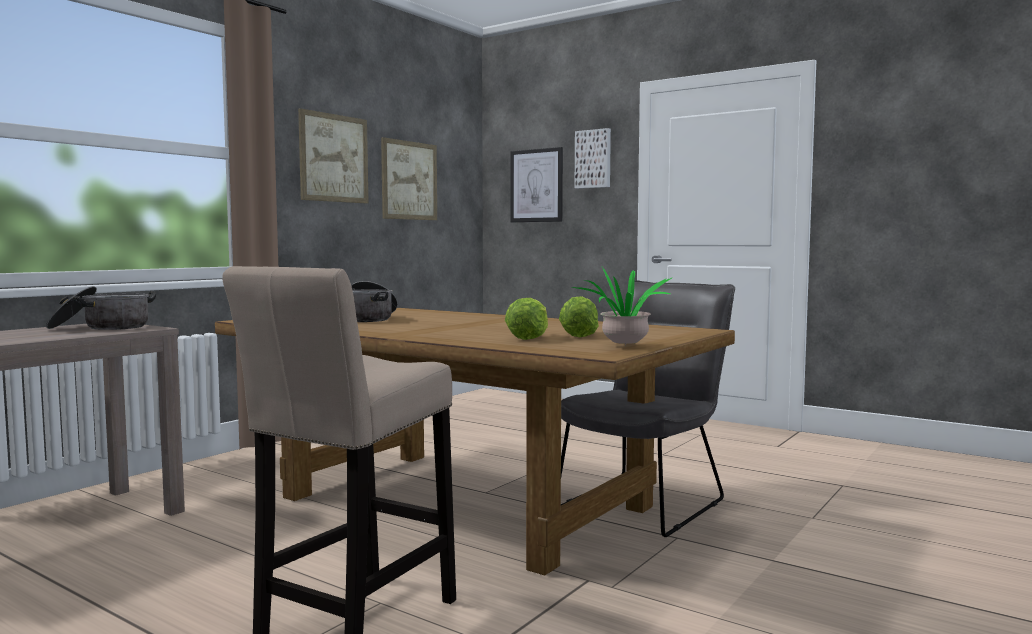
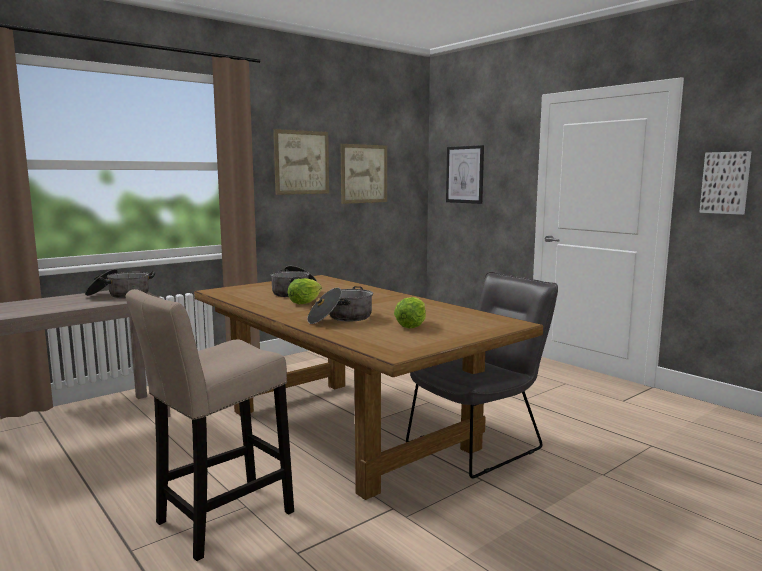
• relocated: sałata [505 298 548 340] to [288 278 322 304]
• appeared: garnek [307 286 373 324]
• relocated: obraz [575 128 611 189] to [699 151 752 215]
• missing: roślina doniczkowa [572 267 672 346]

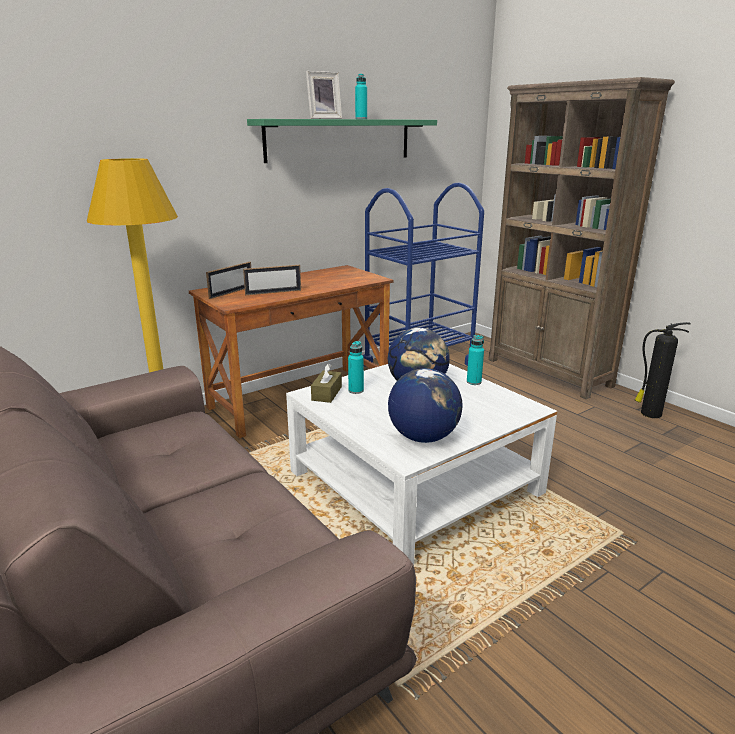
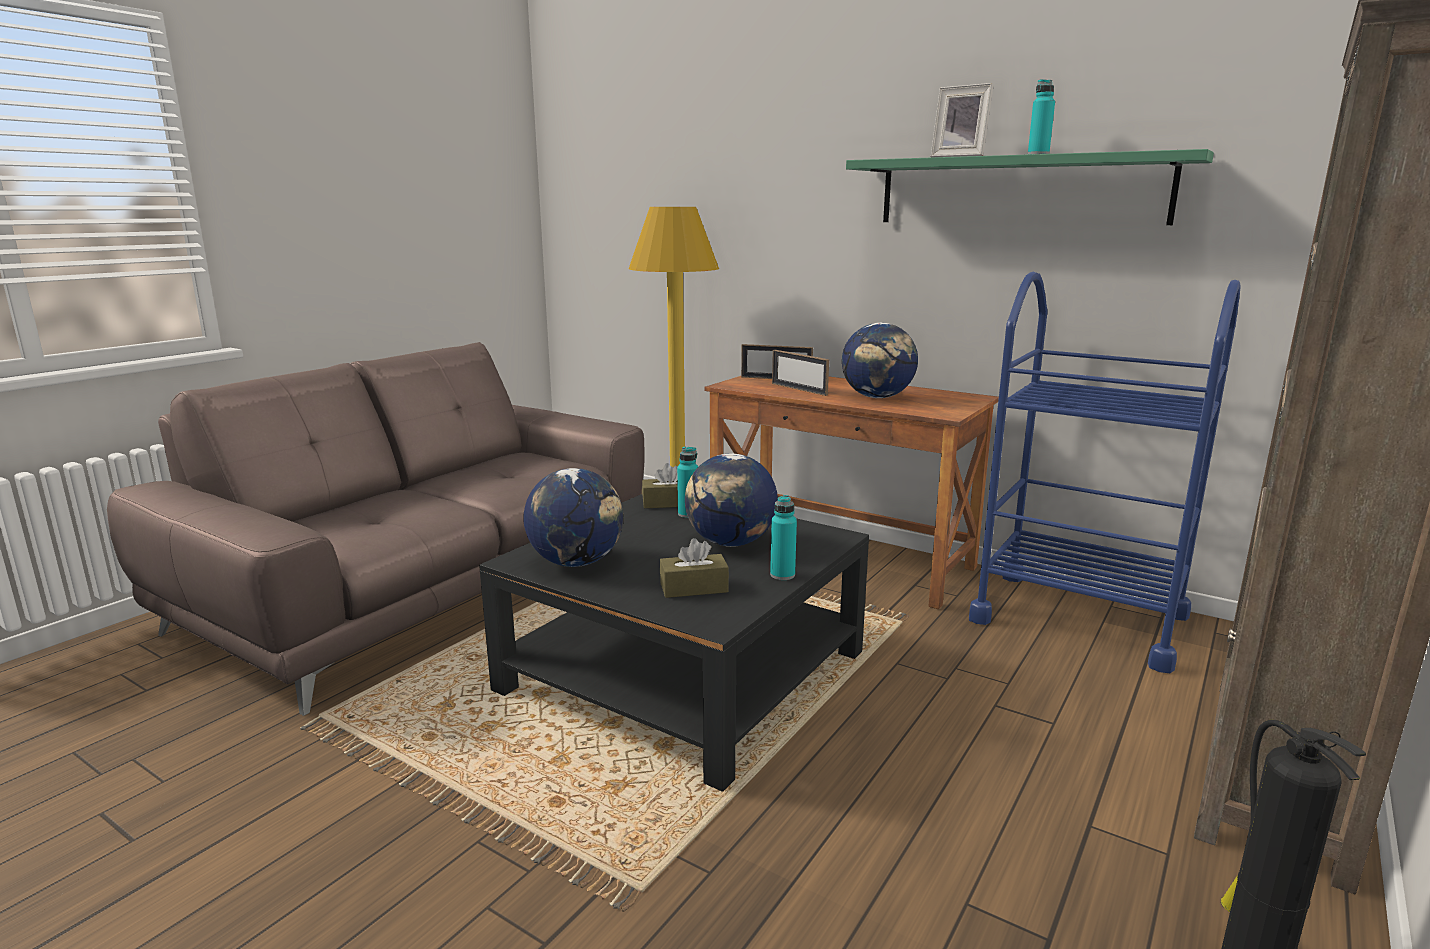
• colour: ława [biały] [286 364 557 565] to ława [czarny] [479 494 869 792]
• appeared: pudełko chusteczek [brązowy] [660 538 729 598]
• appeared: globus [842 323 918 398]

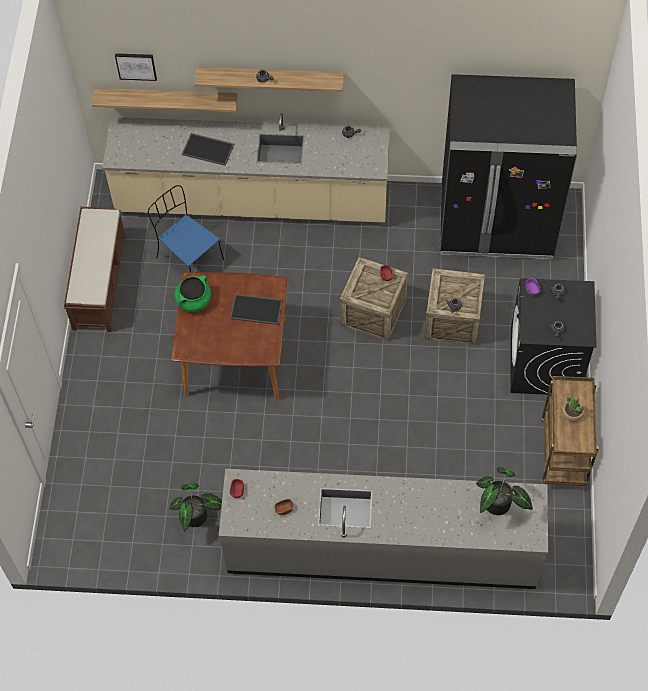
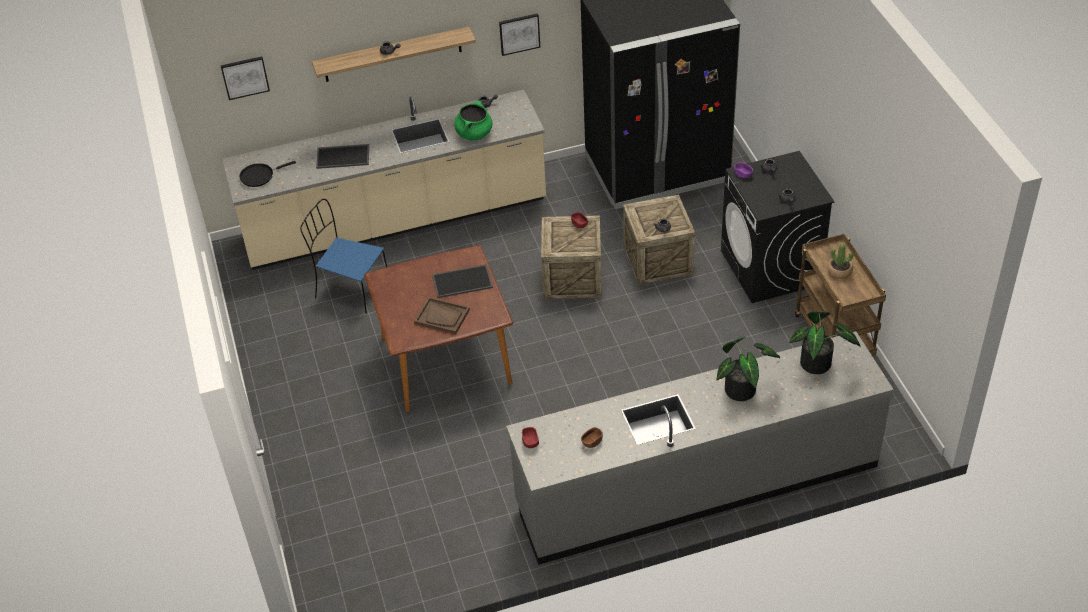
• appeared: patelnia [czarny] [239 161 296 187]
• appeared: taca [brązowy] [414 297 470 334]
• relocated: garnek [zielony] [175 275 211 312] to [454 101 492 140]
• appeared: obraz [499 13 540 56]
• relocated: roślina doniczkowa [169 484 222 531] to [716 337 780 401]
• missing: ławka [brązowy] [64 207 126 332]
• missing: półka [92 88 238 112]

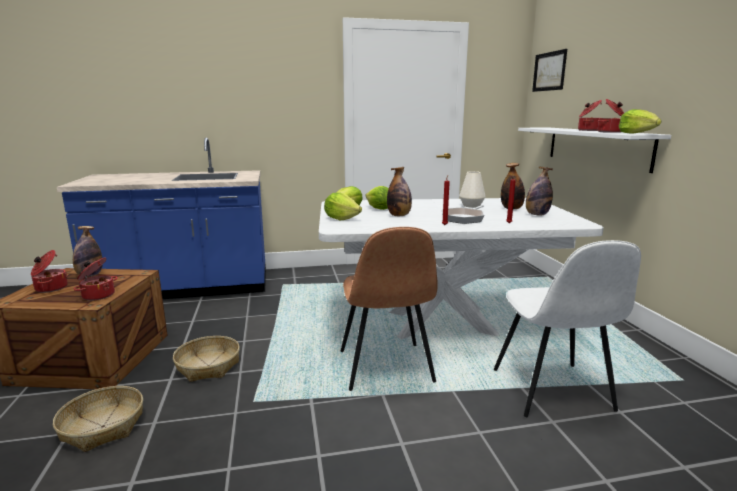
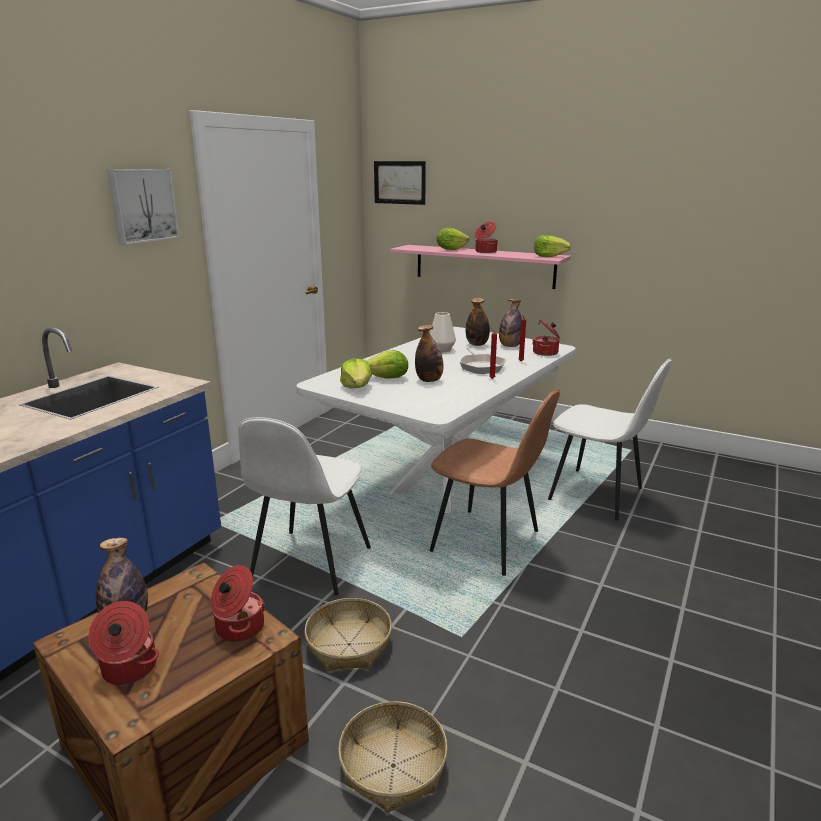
• appeared: obraz [108 169 179 244]
• appeared: krzesło [biały] [238 417 371 596]
• colour: półka [biały] [518 127 671 173] to półka [różowy] [390 245 571 289]
• relocated: sałata [324 192 362 220] to [437 228 469 250]
• relocated: garnek [597 99 624 133] to [532 319 560 356]

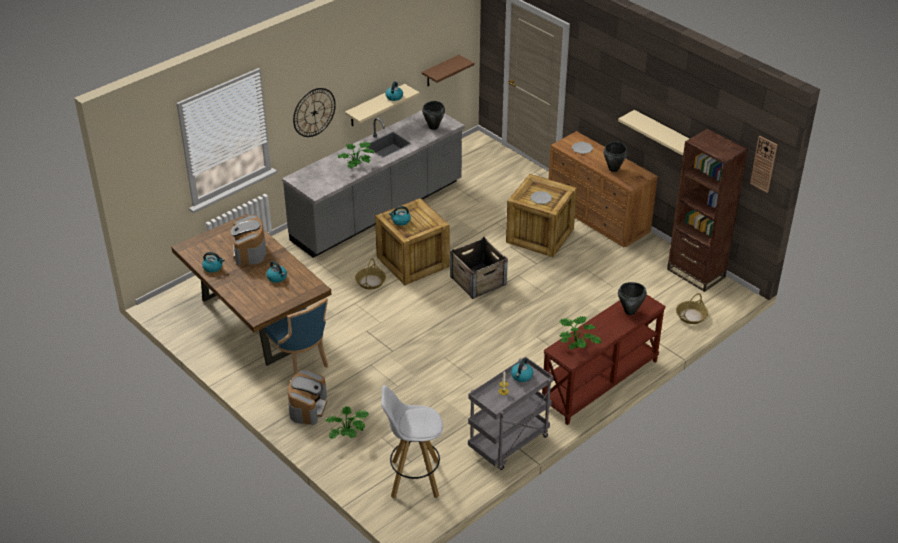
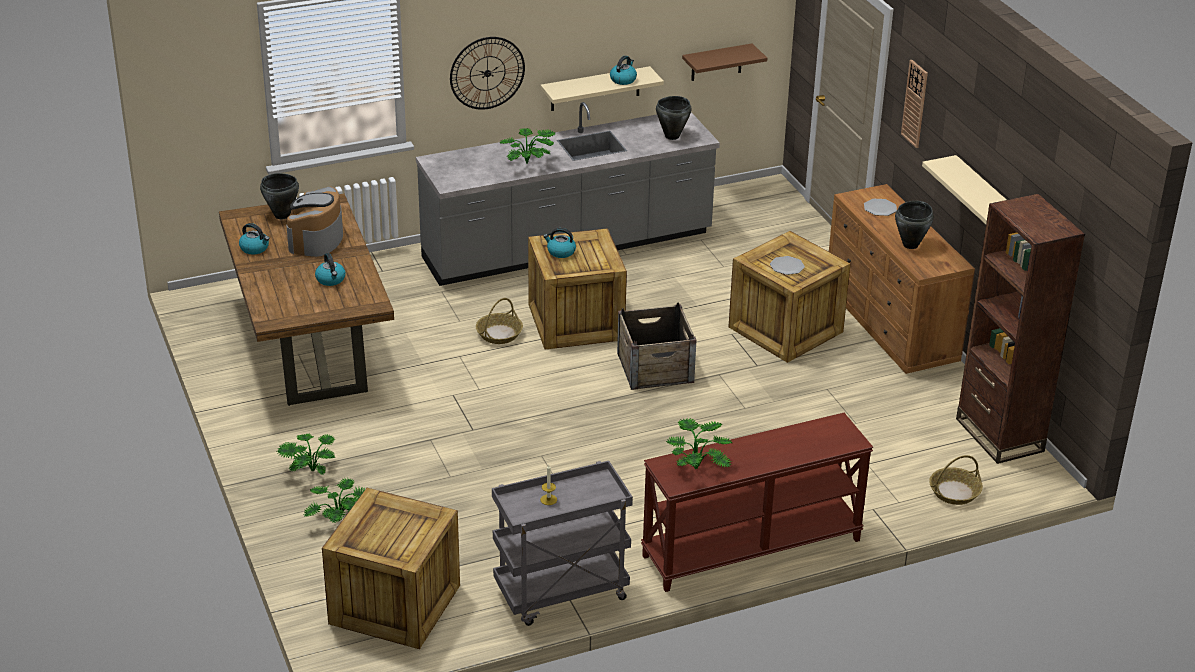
• relocated: garnek [czarny] [618 282 647 315] to [260 173 299 219]
• exchanged: ekspres do kawy [288 369 327 425] to roślina doniczkowa [277 433 335 475]
• exchanged: stołek [biały] [381 385 443 498] to skrzynka [322 488 460 649]
• relocated: zegar ścienny [750 136 778 193] to [901 60 928 148]
• missing: krzesło [niebieski] [263 298 328 375]
• missing: czajnik [511 358 533 382]

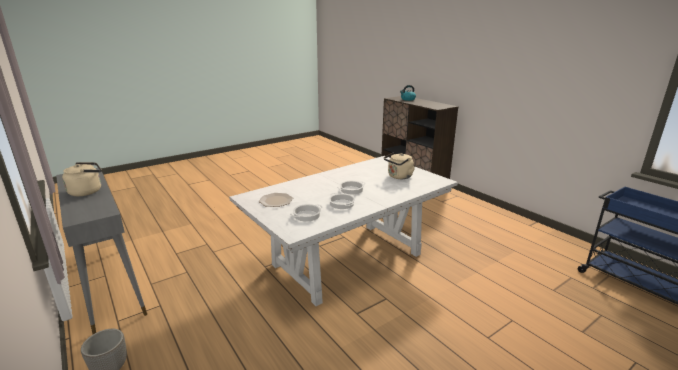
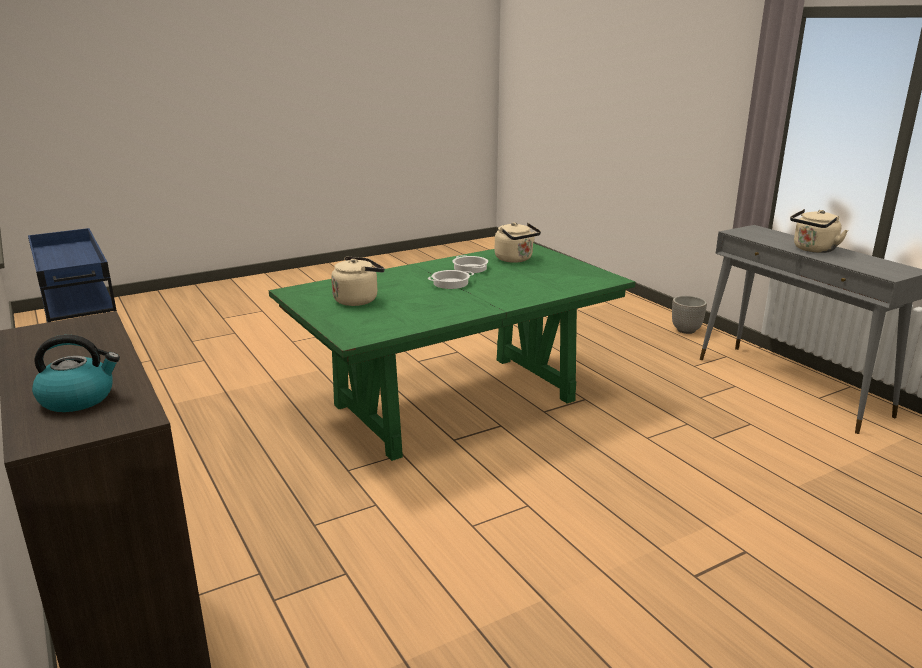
• colour: stół jadalny [biały] [229 156 458 306] to stół jadalny [zielony] [269 243 635 461]
• exchanged: garnek [290 204 322 222] to czajnik [beżowy] [495 222 541 263]
• missing: talerz [259 193 293 207]

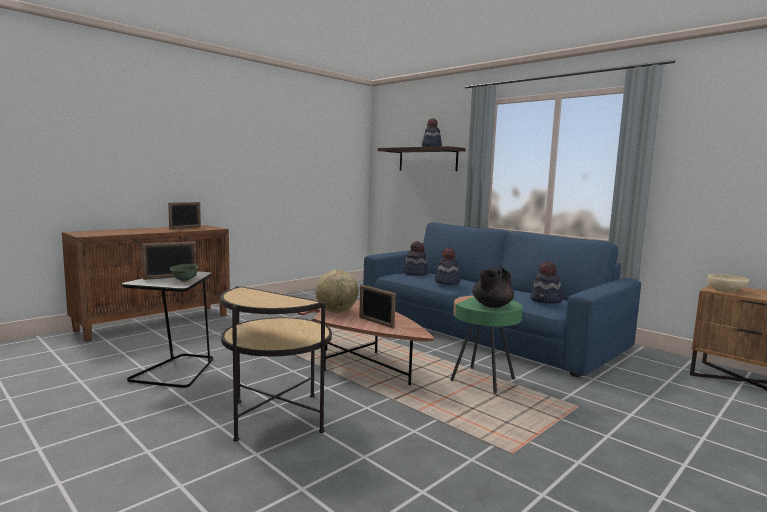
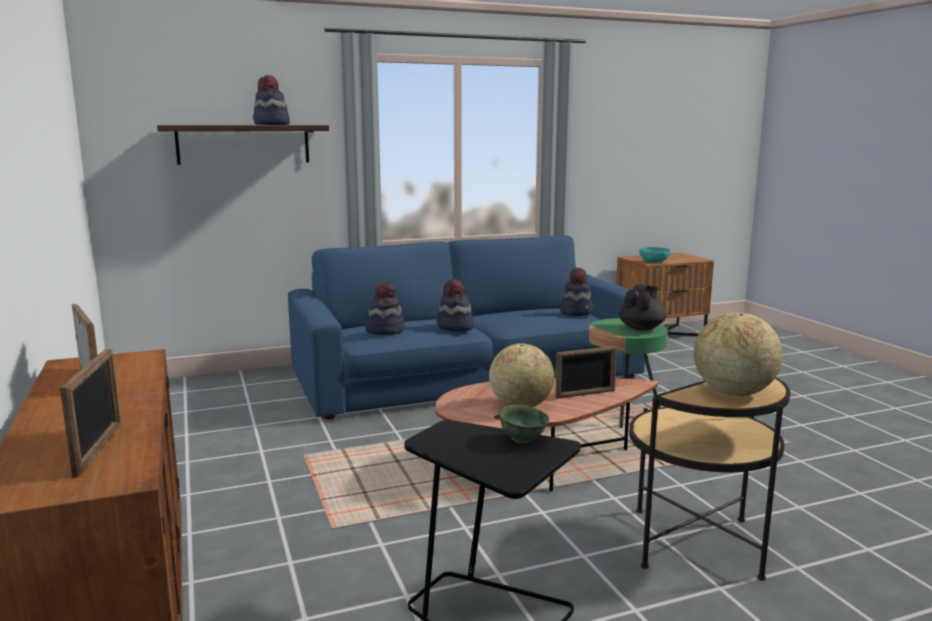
• relocated: ramka na zdjęcie [141 241 197 280] to [60 348 121 478]
• spun: imbryk [czarny] [472 267 514 308] = [619 285 666 331] 120 degrees counterclockwise
• colour: miska [beżowy] [707 274 749 292] to miska [turkusowy] [639 247 670 263]
• appeared: globus [694 312 783 396]

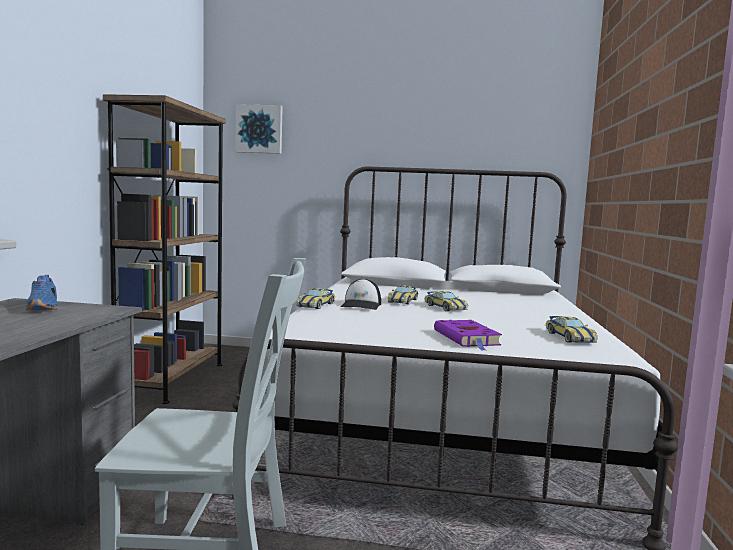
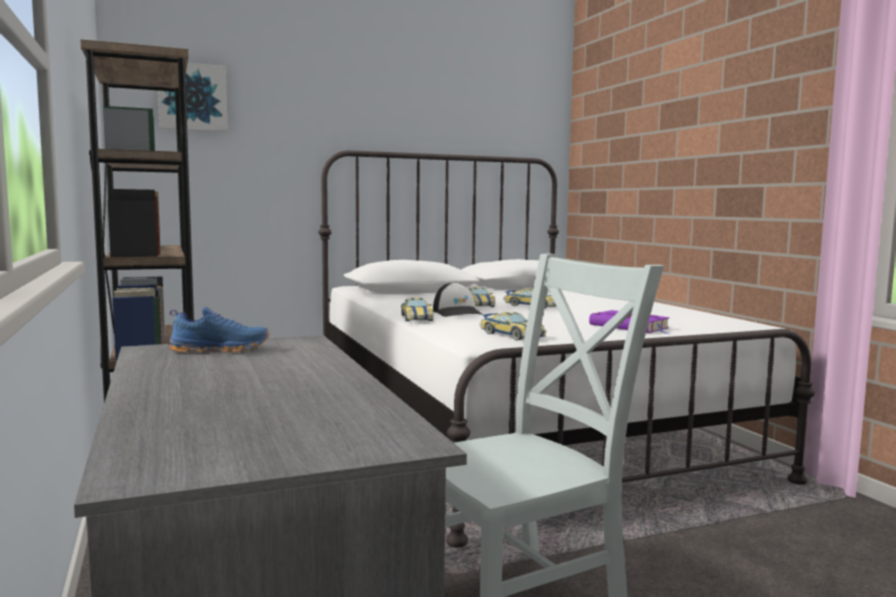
• spun: but [niebieski] [26 275 58 311] = [168 306 270 353] 45 degrees counterclockwise
• relocated: samochodzik [546 316 598 343] to [480 312 546 340]

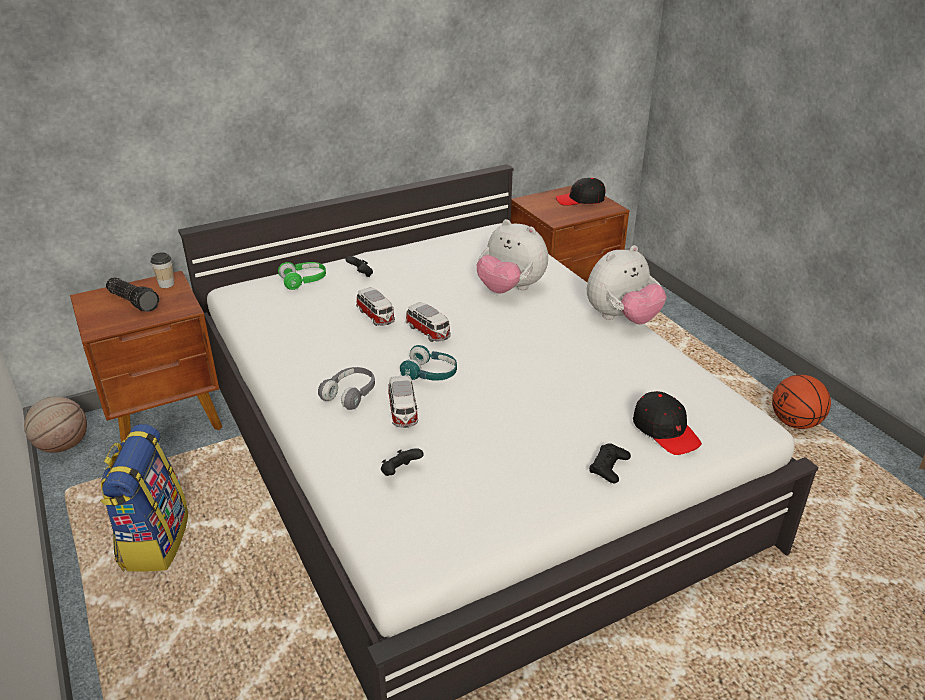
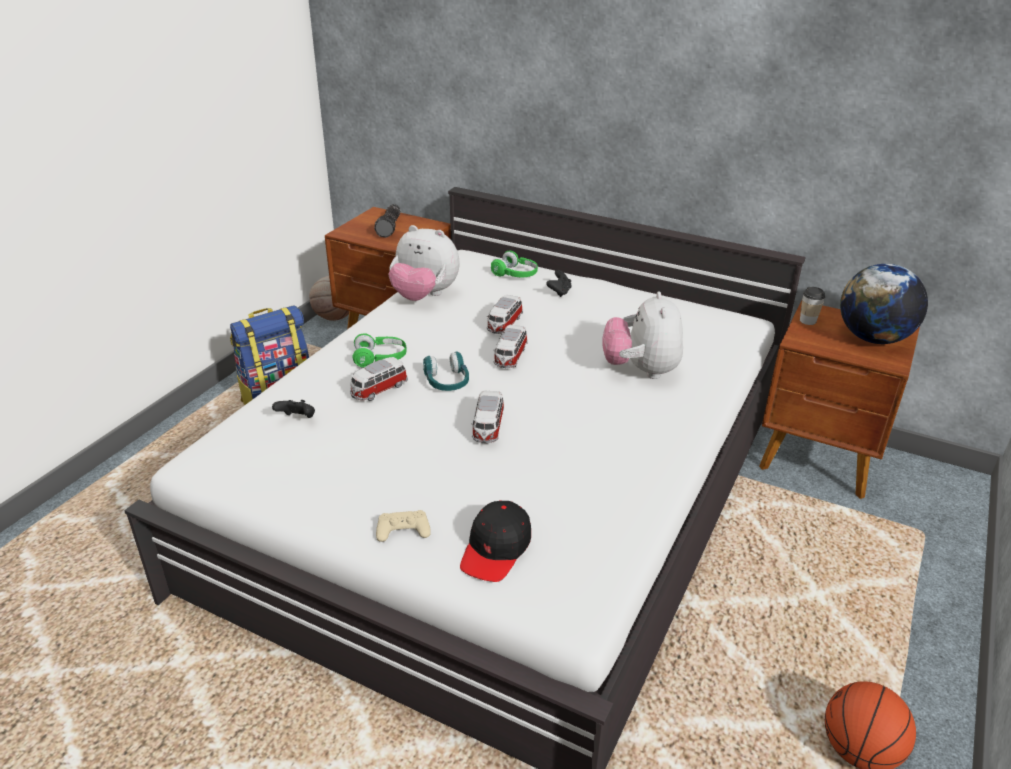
• colour: słuchawki [szary] [318 367 375 410] to słuchawki [zielony] [353 333 407 367]
• colour: pad do gier [czarny] [589 443 631 483] to pad do gier [beżowy] [376 510 431 542]
• relocated: pluszak [587 245 667 324] to [388 225 459 301]
• appeared: samochodzik [471 391 504 443]
• relocated: filiżanka [150 252 174 288] to [800 287 826 325]
• exchanged: czapka z daszkiem [czarny] [556 178 605 206] to globus [840 264 928 344]

